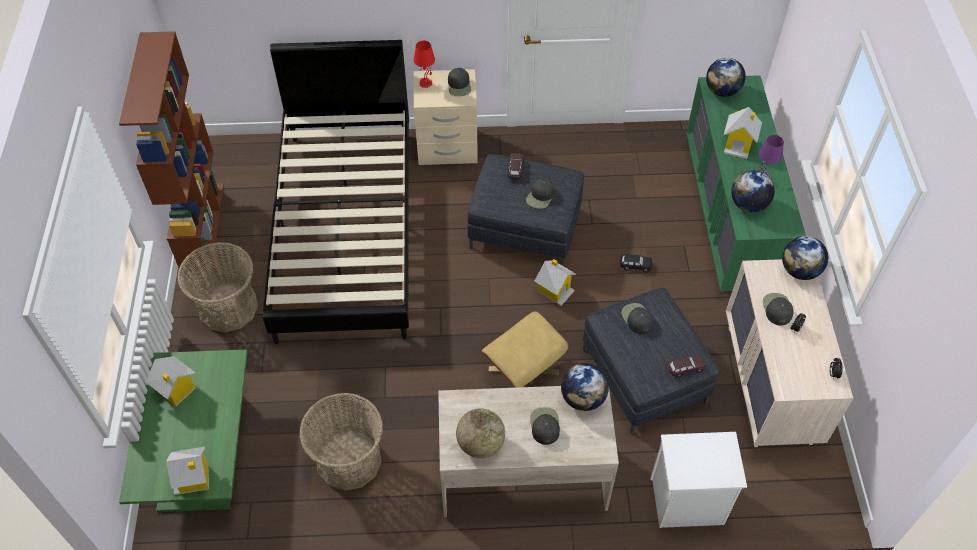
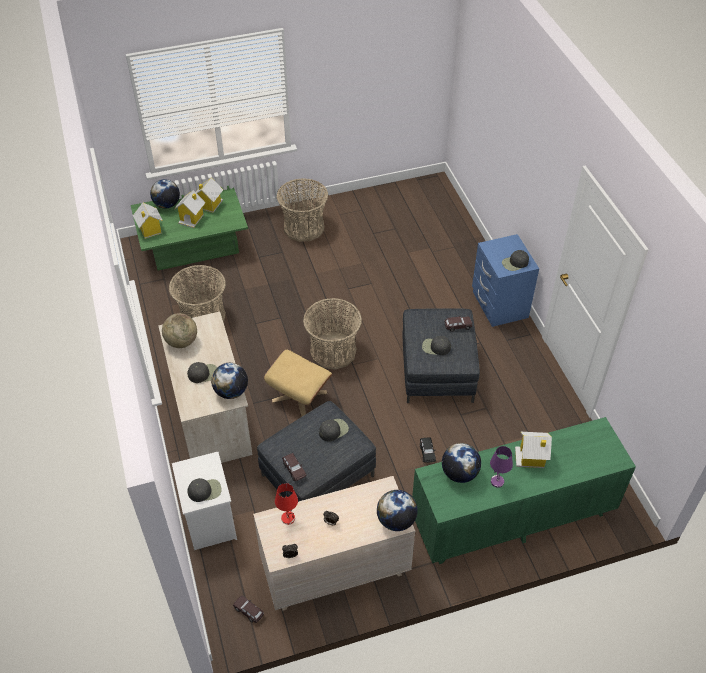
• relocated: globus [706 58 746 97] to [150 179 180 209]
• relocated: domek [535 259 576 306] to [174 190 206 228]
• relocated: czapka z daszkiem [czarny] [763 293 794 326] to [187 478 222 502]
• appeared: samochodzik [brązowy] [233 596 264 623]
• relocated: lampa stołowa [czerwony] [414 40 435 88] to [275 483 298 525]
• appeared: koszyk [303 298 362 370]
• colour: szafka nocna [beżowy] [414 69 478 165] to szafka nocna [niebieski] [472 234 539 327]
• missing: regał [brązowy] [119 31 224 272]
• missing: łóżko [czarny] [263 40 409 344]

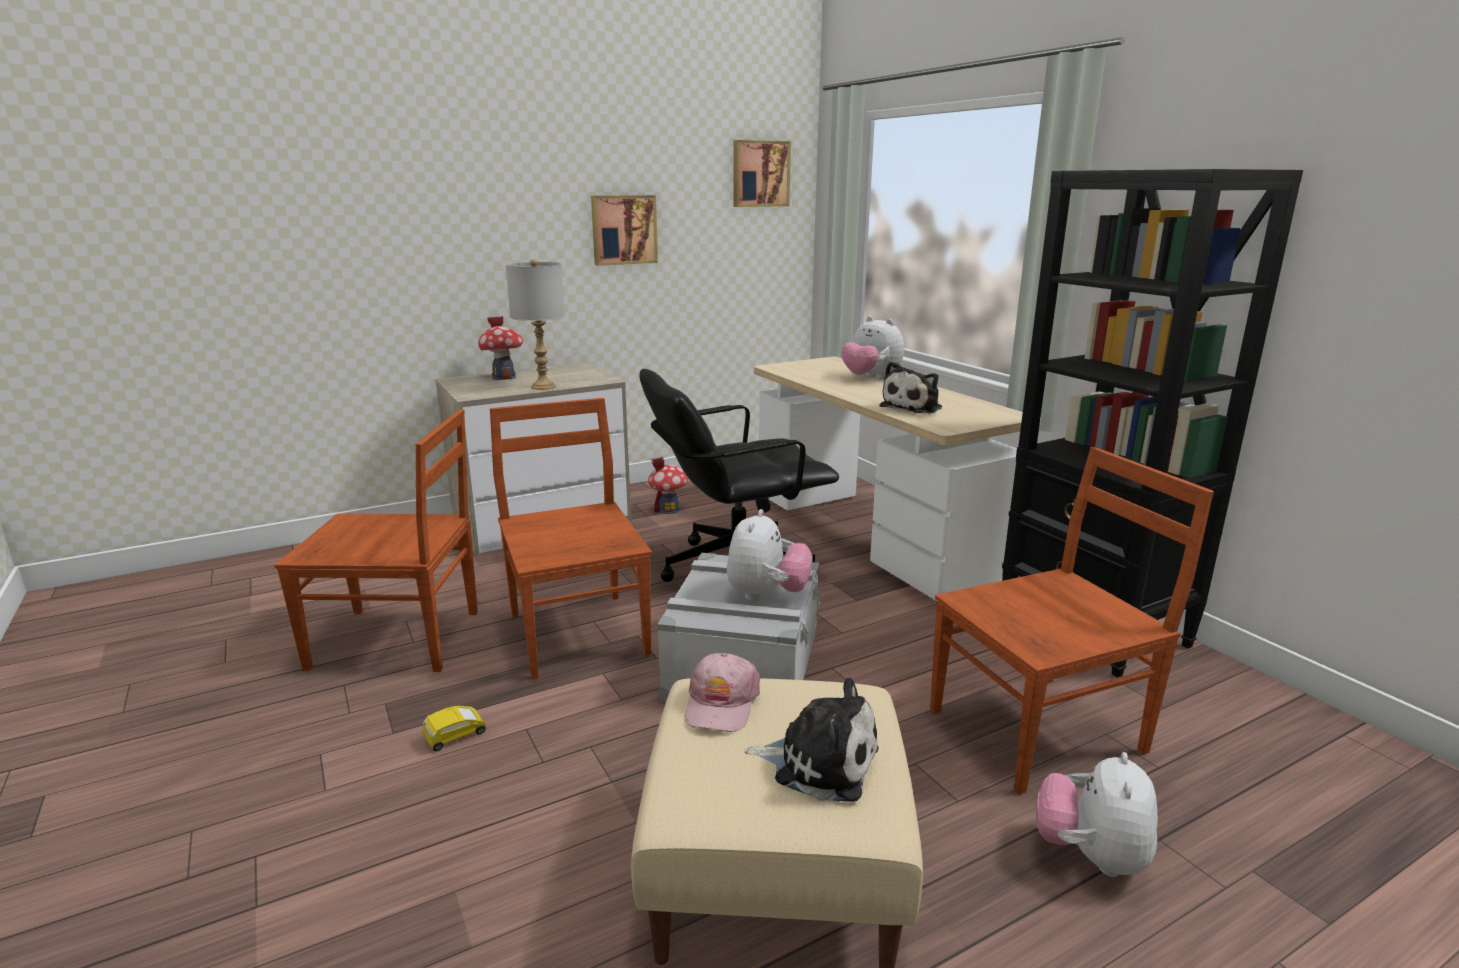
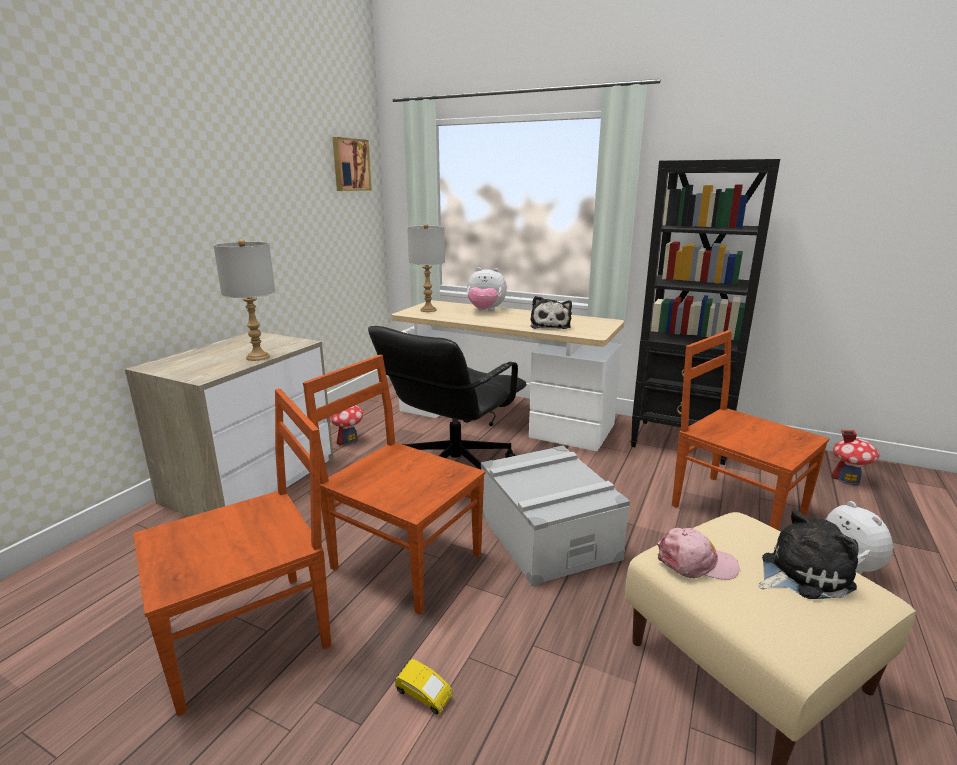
• spun: samochodzik [żółty] [422 706 487 751] = [395 659 453 715] 105 degrees clockwise
• appeared: lampa stołowa [szary] [407 223 445 312]
• spun: czapka z daszkiem [różowy] [685 653 760 732] = [657 528 740 580] 60 degrees counterclockwise
• spun: krzesło [brązowy] [930 447 1214 795] = [672 330 829 531] 75 degrees counterclockwise
• relocated: domek [478 316 523 380] to [832 430 880 485]
• missing: obraz [591 195 658 266]
• missing: pluszak [727 509 813 601]

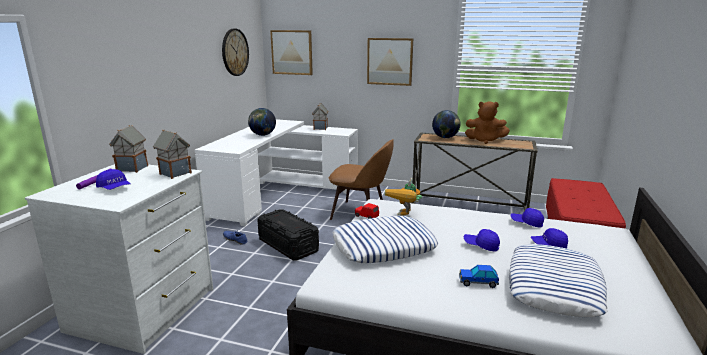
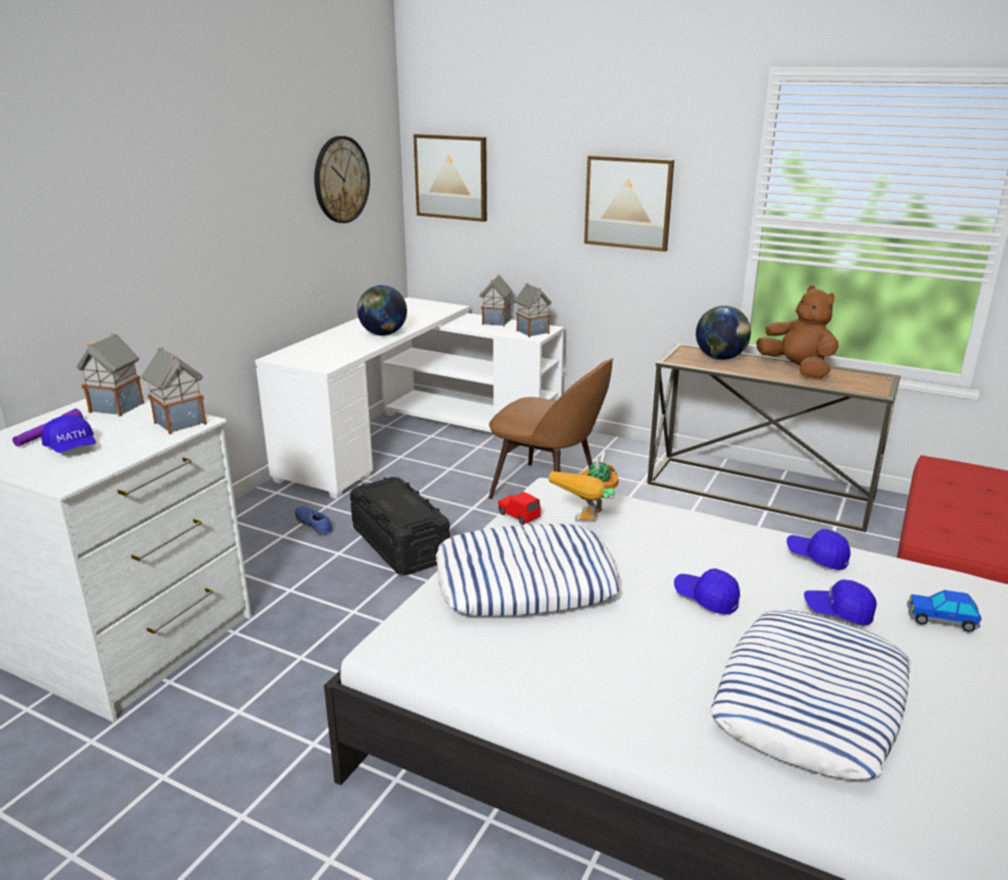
• appeared: domek [514 283 552 337]
• spun: pluszak [brązowy] [465 101 510 144] = [756 285 838 378] 150 degrees counterclockwise
• relocated: samochodzik [459 265 499 288] to [907 590 982 632]

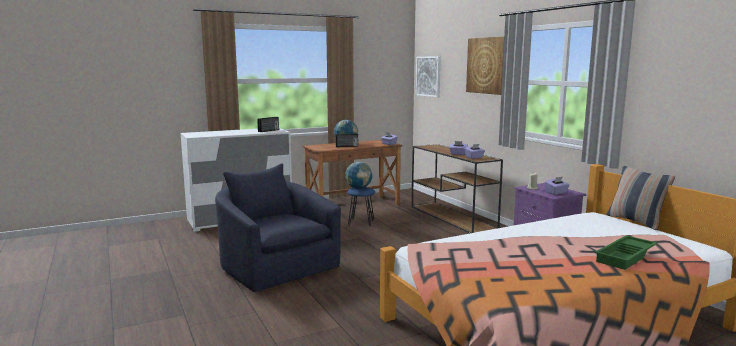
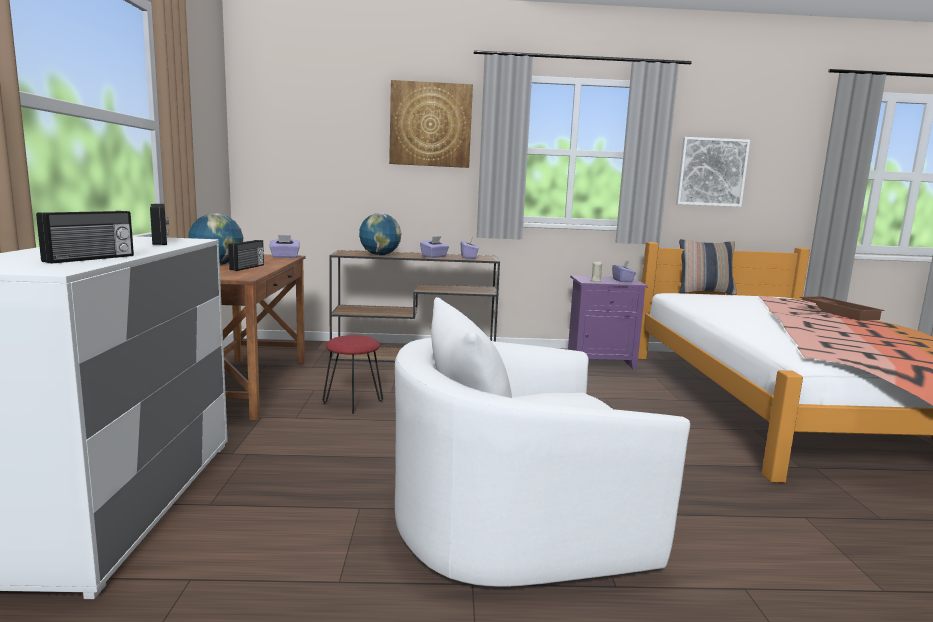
• appeared: radio [36 211 134 264]
• colour: stołek [niebieski] [347 187 375 227] to stołek [czerwony] [323 335 383 414]
• relocated: globus [345 162 372 189] to [359 213 401 255]
• colour: fotel [niebieski] [215 164 341 292] to fotel [biały] [395 297 690 587]
• relocated: obraz [416 56 441 97] to [676 137 750 207]
• colour: taca [zielony] [595 235 657 270] to taca [brązowy] [800 296 884 321]

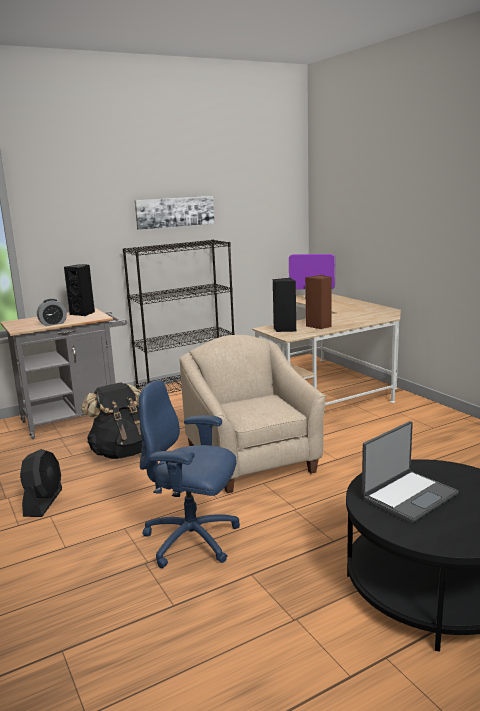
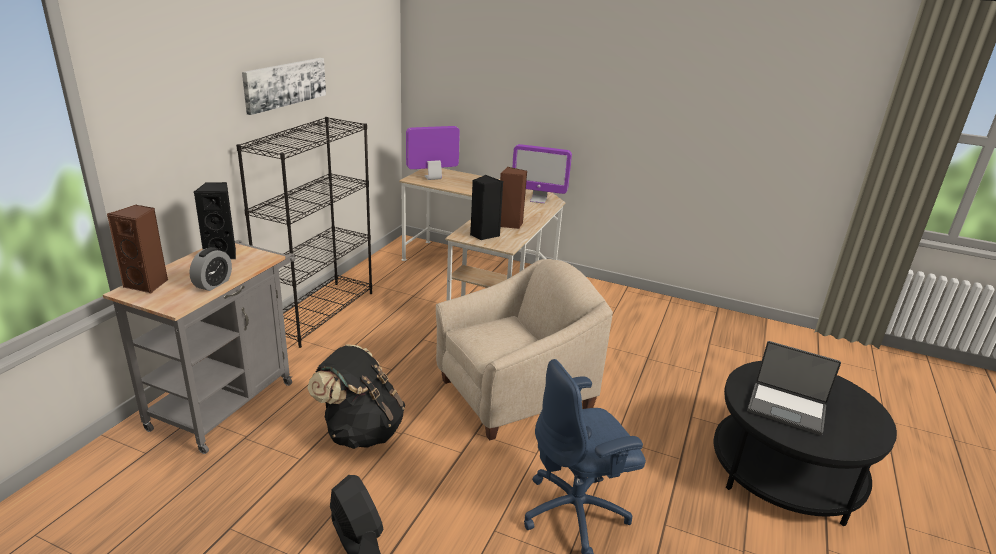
• appeared: głośnik [brązowy] [107 204 168 294]
• spun: fotel [beżowy] [179 335 326 494] = [436 259 613 440] 120 degrees clockwise
• appeared: monitor [512 144 572 204]
• spun: laptop [362 421 459 523] = [747 341 841 435] 105 degrees clockwise

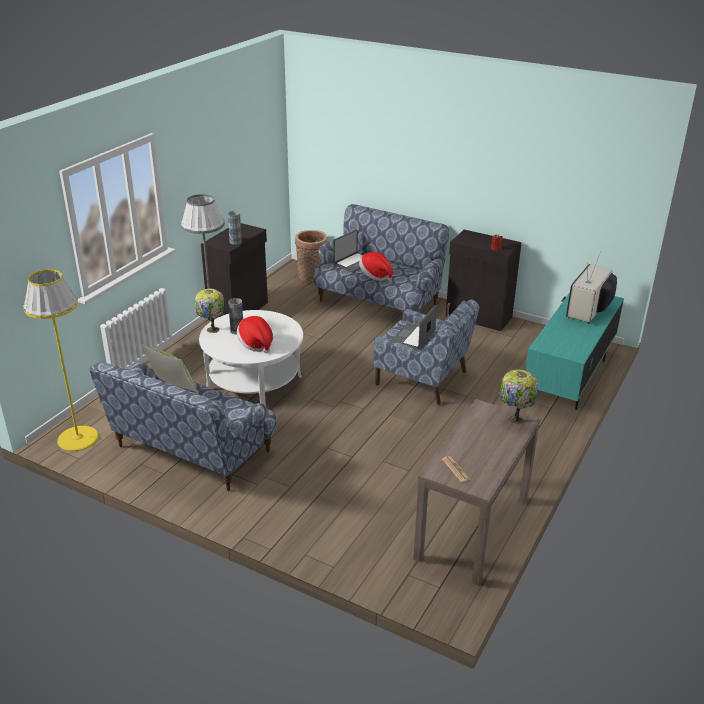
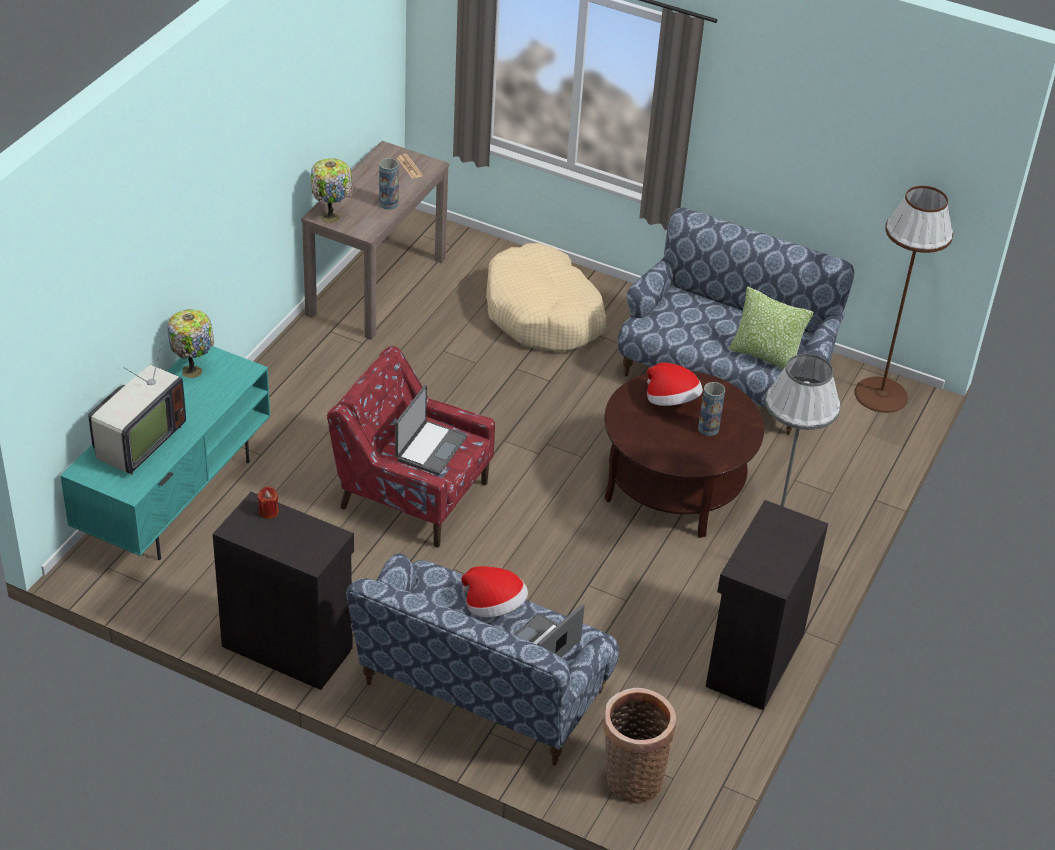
• relocated: lampa stołowa [195 289 224 333] to [167 309 214 378]
• colour: fotel [niebieski] [373 299 480 405] to fotel [czerwony] [327 346 495 547]
• relocated: wazon [227 211 242 245] to [379 158 399 210]
• appeared: legowisko [beżowy] [486 243 606 352]
• colour: ława [biały] [199 310 303 407] to ława [brązowy] [604 371 764 538]
• colour: lampa stojąca [żółty] [23 269 99 451] to lampa stojąca [brązowy] [855 186 953 413]

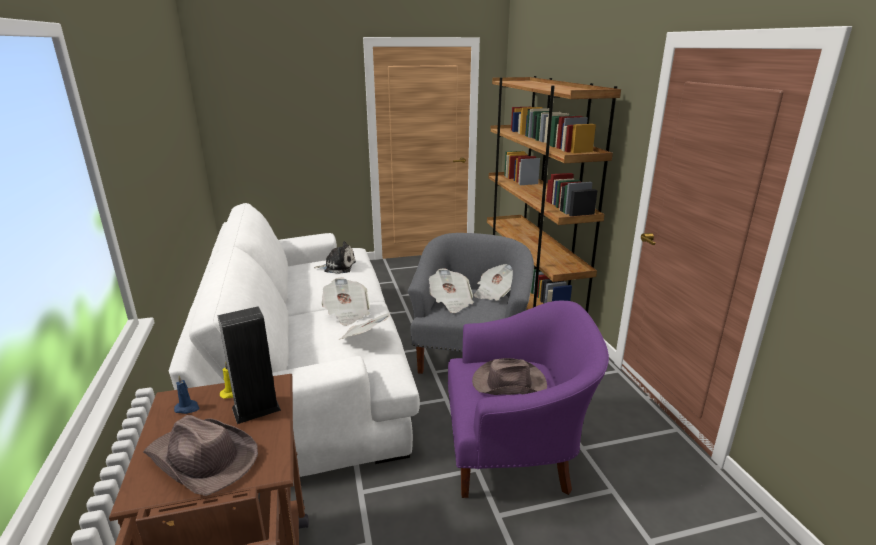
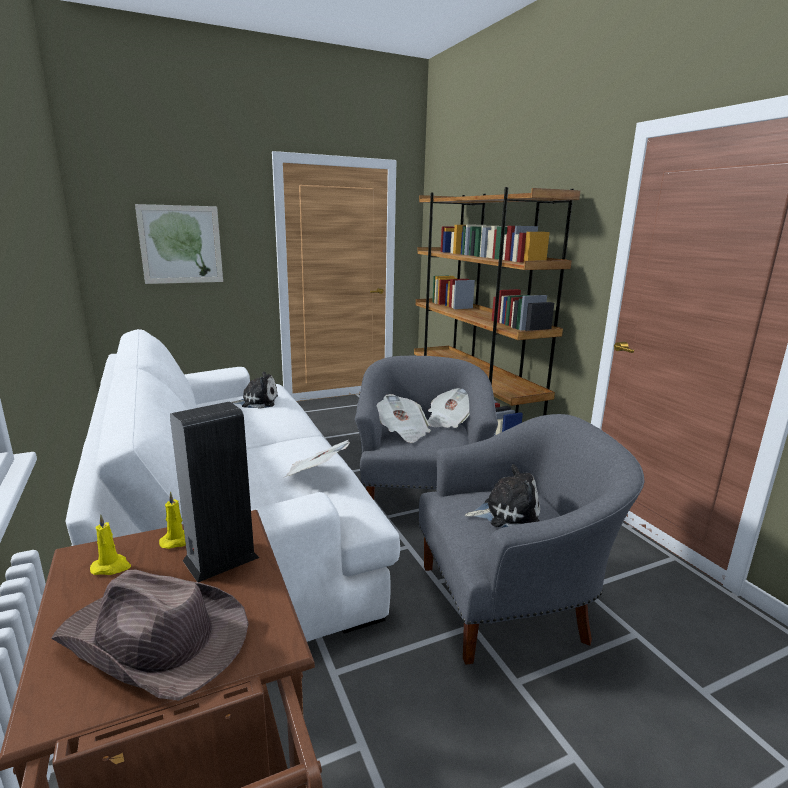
• colour: świeca [niebieski] [174 376 200 414] to świeca [żółty] [90 514 131 575]
• appeared: obraz [135 204 223 284]
• colour: fotel [fioletowy] [448 300 609 498] to fotel [szary] [418 414 645 665]
• exchanged: kapelusz [brązowy] [472 358 547 395] to pluszak [465 465 540 528]
• missing: gazeta [321 278 370 326]

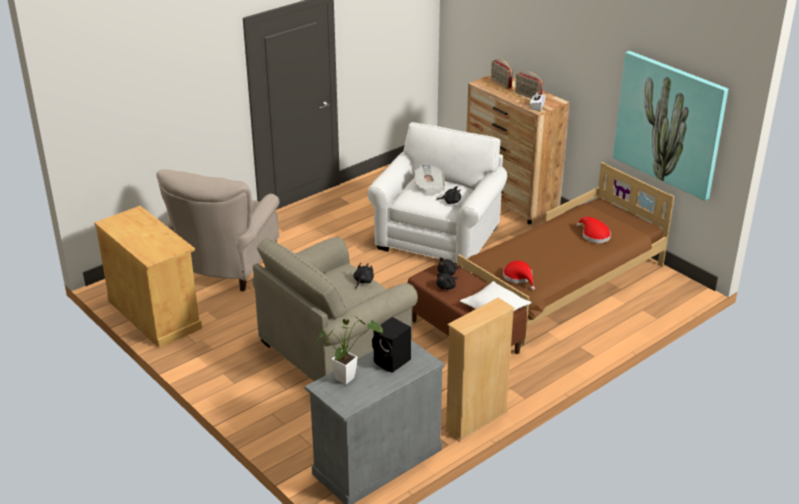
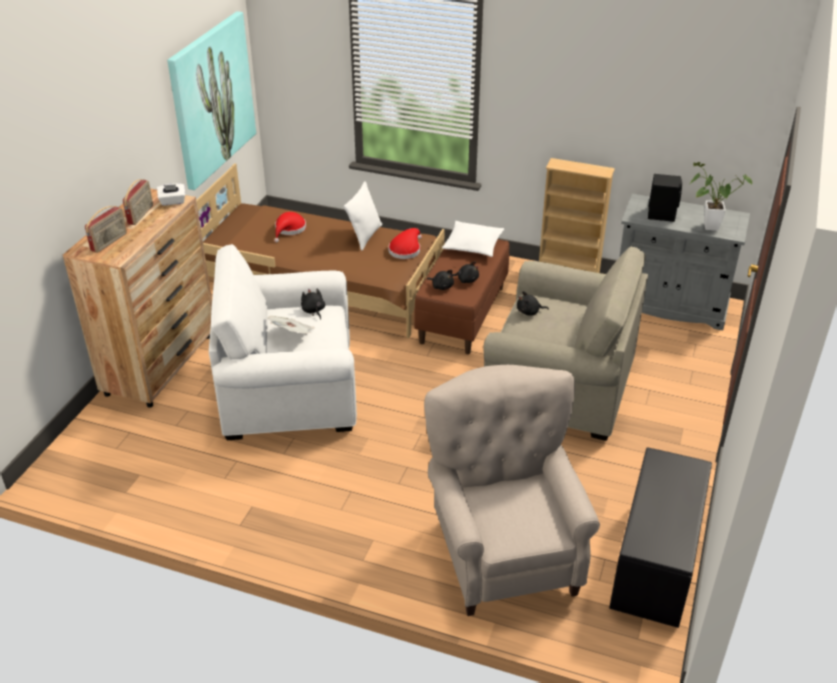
• appeared: poduszka [biały] [344 181 382 251]
• spun: fotel [beżowy] [156 169 279 291] = [424 365 600 616] 90 degrees counterclockwise
• exchanged: szafka [beżowy] [94 206 202 348] to ławka [czarny] [609 447 712 628]

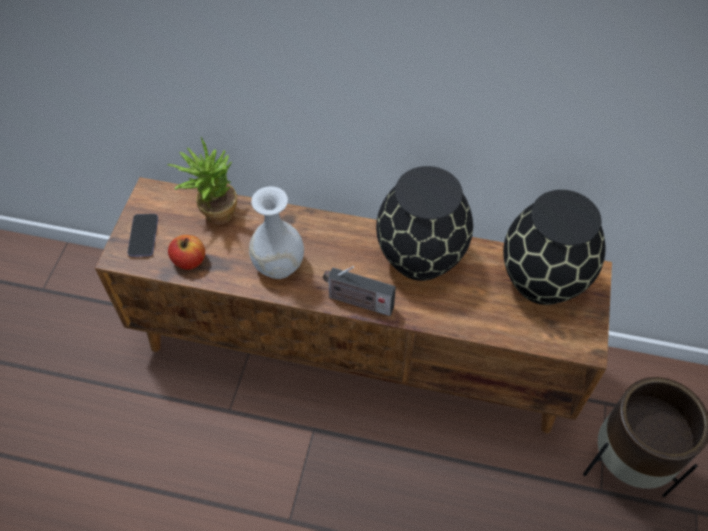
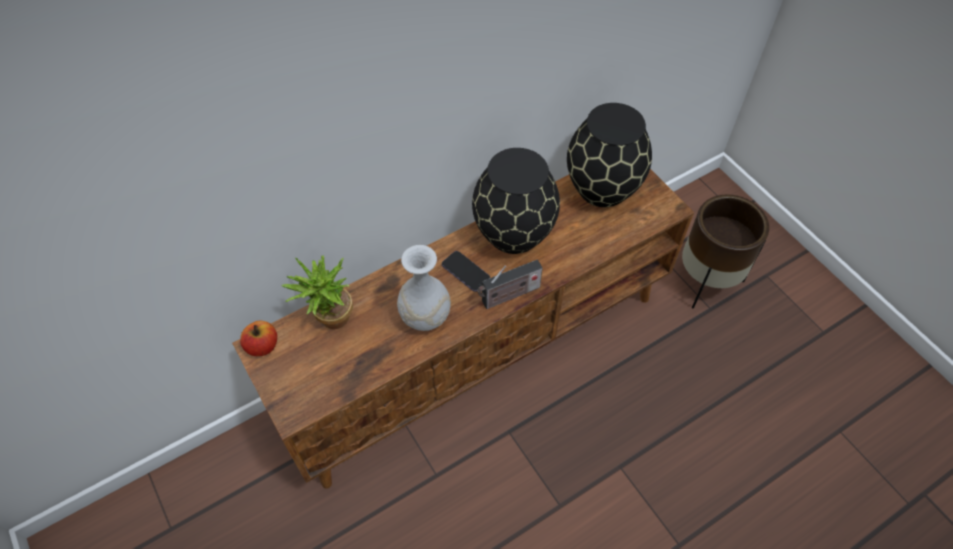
• relocated: jabłko [168 235 205 270] to [240 321 277 356]
• relocated: telefon [127 214 158 257] to [442 251 490 292]

